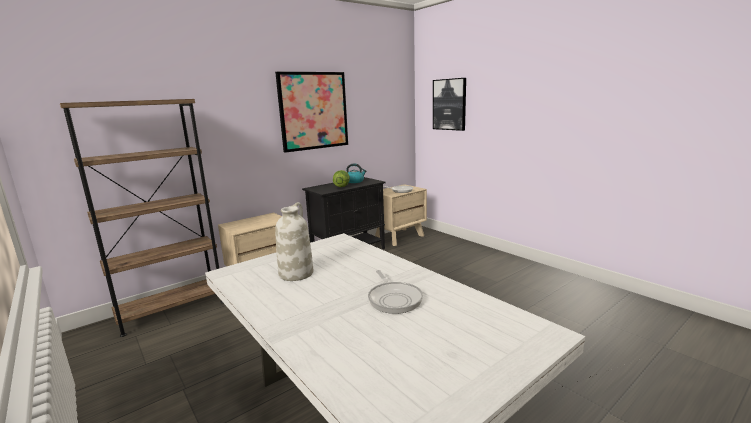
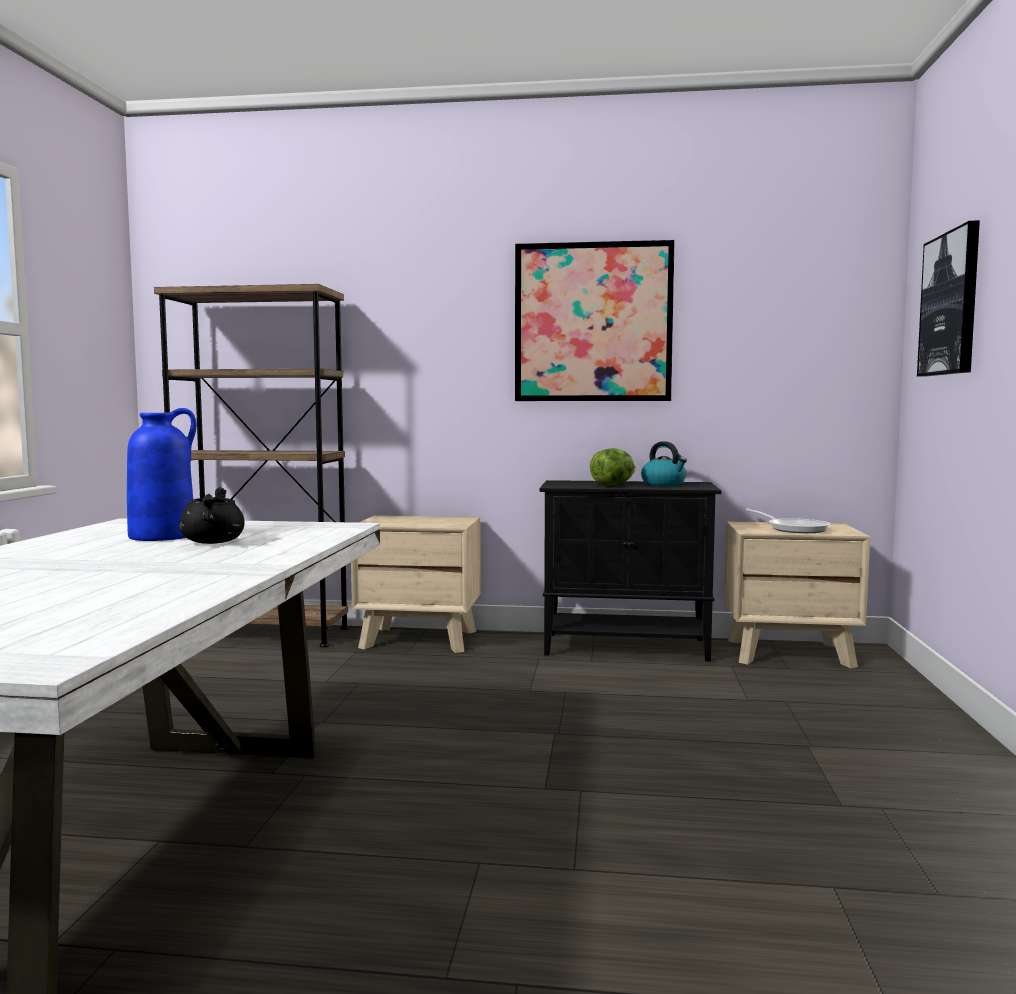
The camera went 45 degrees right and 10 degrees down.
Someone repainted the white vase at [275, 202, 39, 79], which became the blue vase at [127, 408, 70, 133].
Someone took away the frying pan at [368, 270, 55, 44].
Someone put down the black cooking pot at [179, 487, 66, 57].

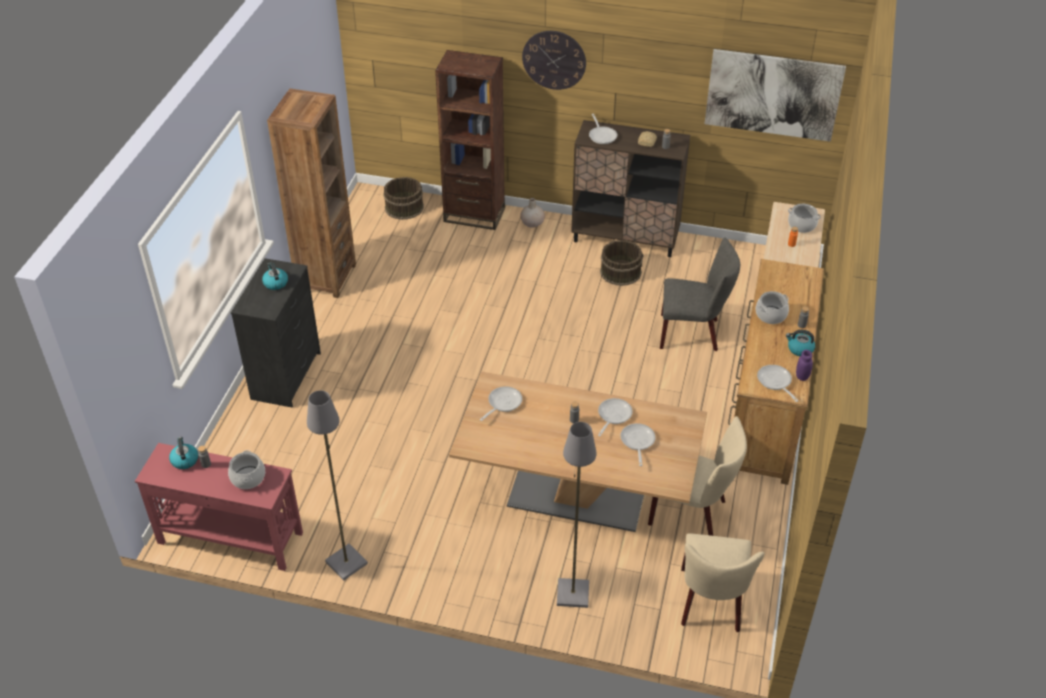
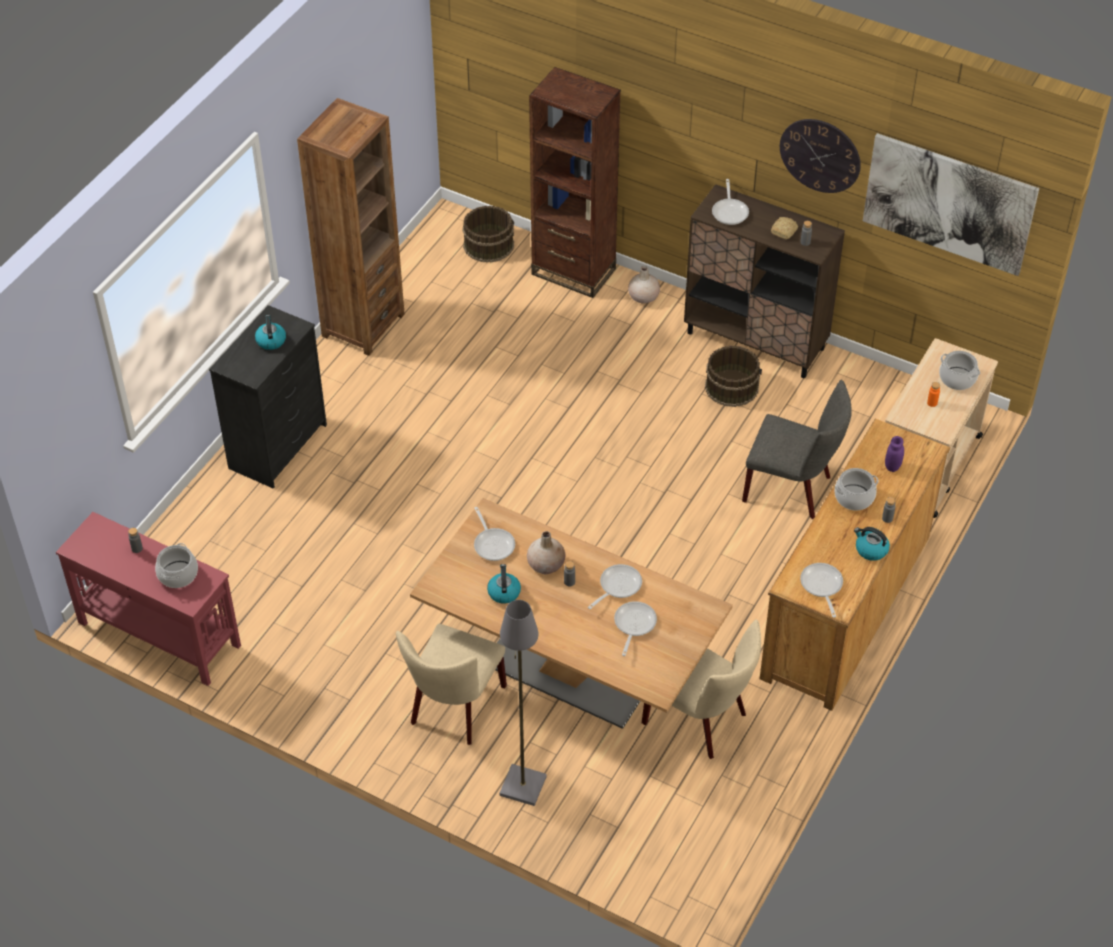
The camera went 15 degrees right and 5 degrees up.
Someone carried the wall clock from [522, 31, 64, 59] to [780, 119, 81, 74].
Someone carried the purple jar from [796, 350, 17, 31] to [885, 436, 19, 36].
Someone rotated the frying pan at [480, 386, 42, 35] by 105 degrees clockwise.
Someone took away the grey floor lamp at [307, 390, 61, 190].
Someone carried the kettle from [169, 437, 29, 32] to [487, 564, 34, 40].
Someone carried the beige chair from [681, 533, 84, 99] to [396, 624, 111, 121].
Someone put down the beige vase at [527, 531, 38, 44].

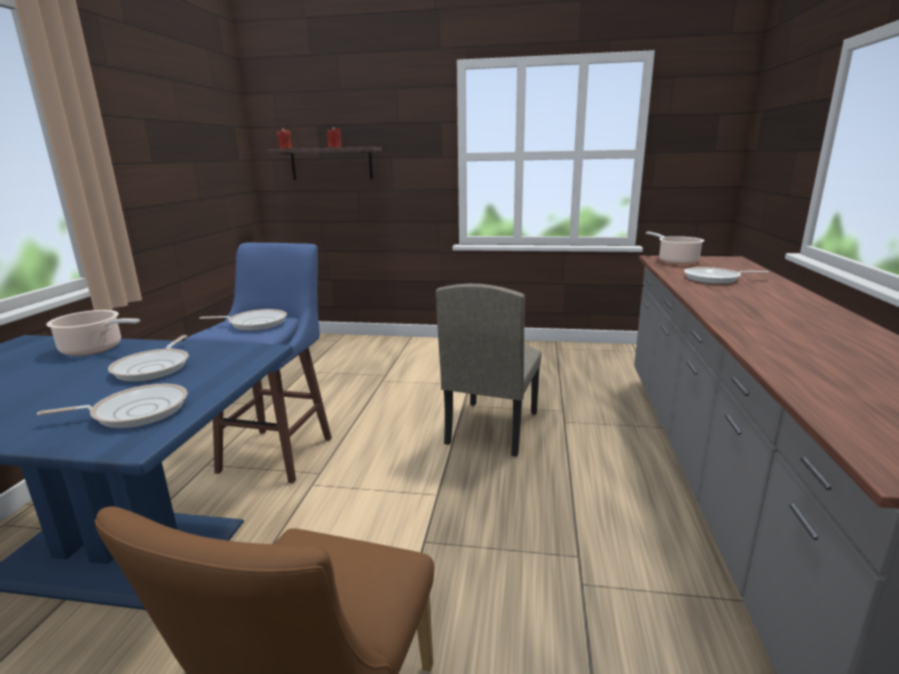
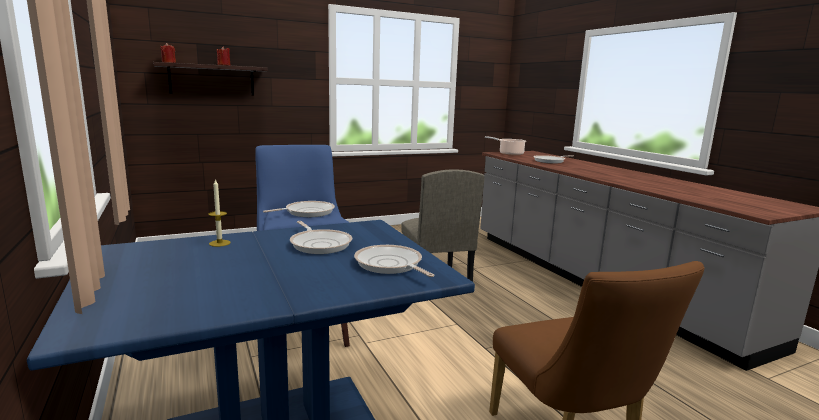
The camera went 35 degrees left and 5 degrees down.
Someone swapped the cooking pot at [46, 310, 94, 46] for the candle at [209, 179, 22, 68].
Someone rotated the frying pan at [37, 384, 151, 44] by 75 degrees counterclockwise.

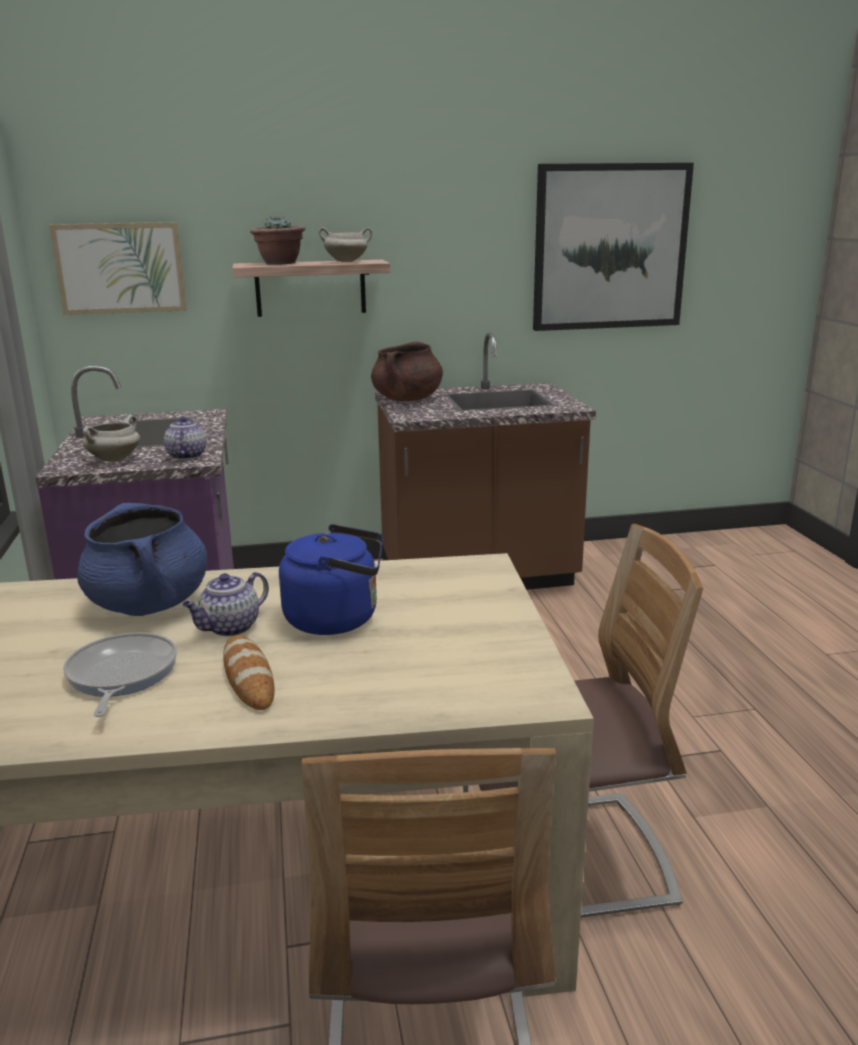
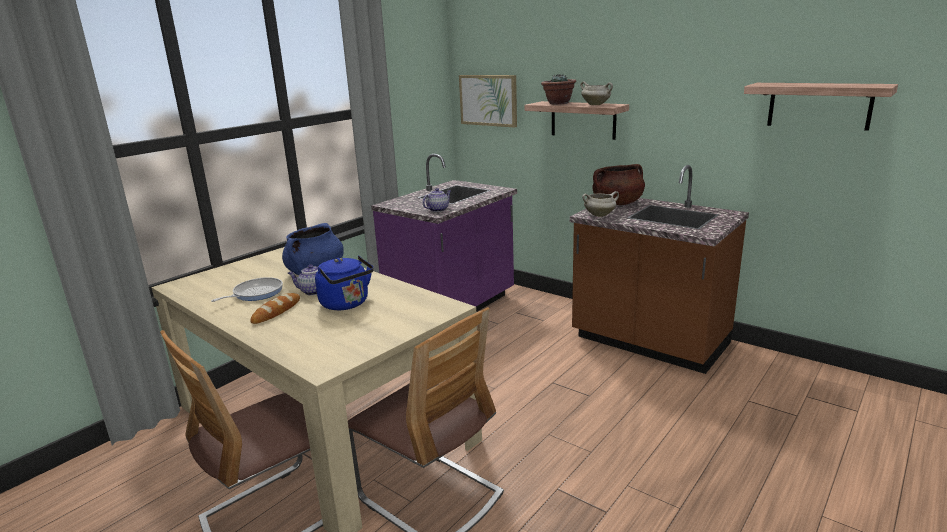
The camera went 50 degrees right and 0 degrees up.
Someone swapped the picture at [533, 163, 161, 168] for the shelf at [744, 83, 154, 48].
Someone carried the white cooking pot from [83, 415, 57, 47] to [582, 191, 37, 26].

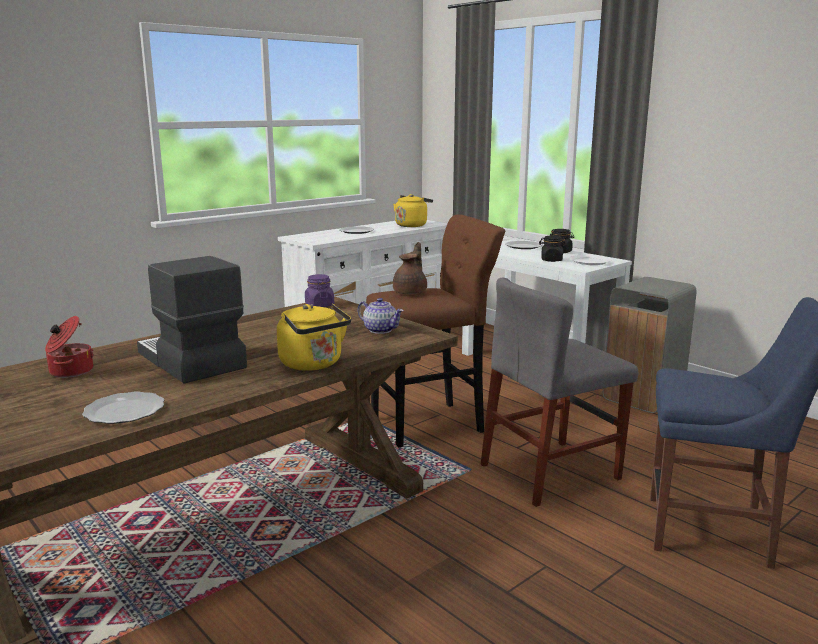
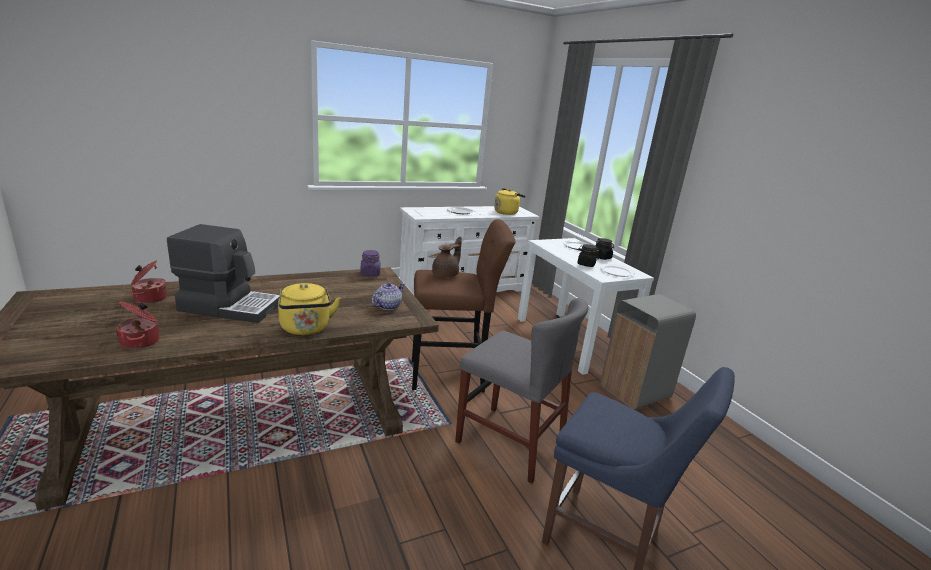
The camera went 15 degrees right and 5 degrees up.
Someone rotated the coffee machine at [137, 256, 110, 128] by 120 degrees clockwise.
Someone rotated the grey chair at [481, 278, 157, 229] by 135 degrees counterclockwise.
Someone rotated the teapot at [357, 298, 47, 36] by 105 degrees counterclockwise.
Someone swapped the plate at [82, 392, 82, 32] for the cooking pot at [115, 301, 44, 48].

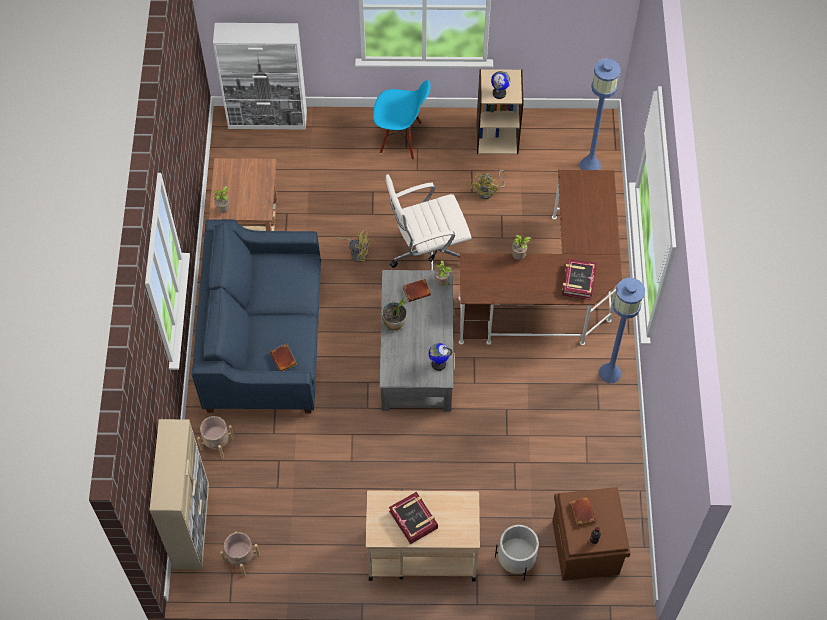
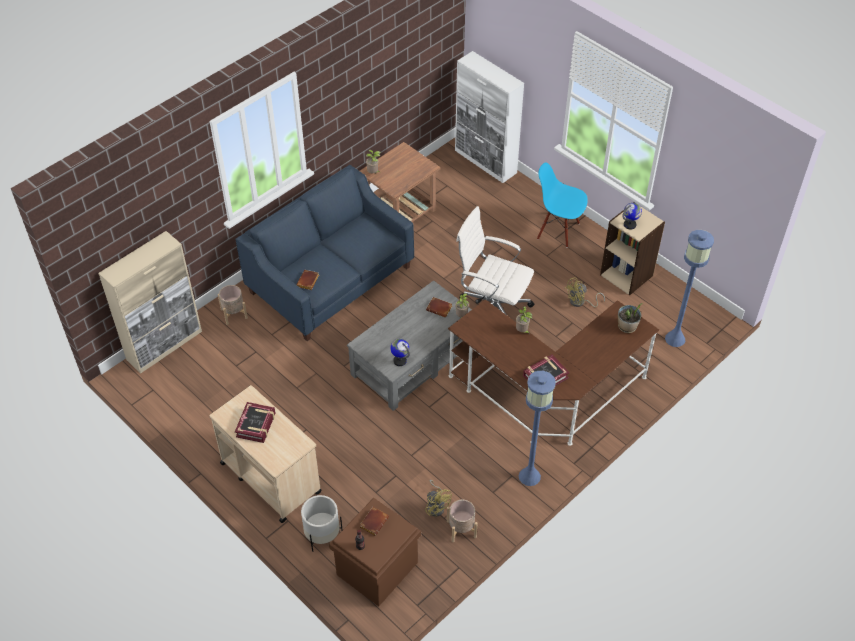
The camera went 45 degrees right and 10 degrees down.
Someone rotated the blue chair at [373, 80, 57, 80] by 150 degrees clockwise.
Someone carried the yellow fan from [335, 230, 34, 32] to [425, 480, 27, 37].
Someone carried the potted plant from [381, 298, 26, 33] to [618, 303, 25, 30].
Someone carried the beige planter from [220, 531, 40, 45] to [447, 499, 31, 43].

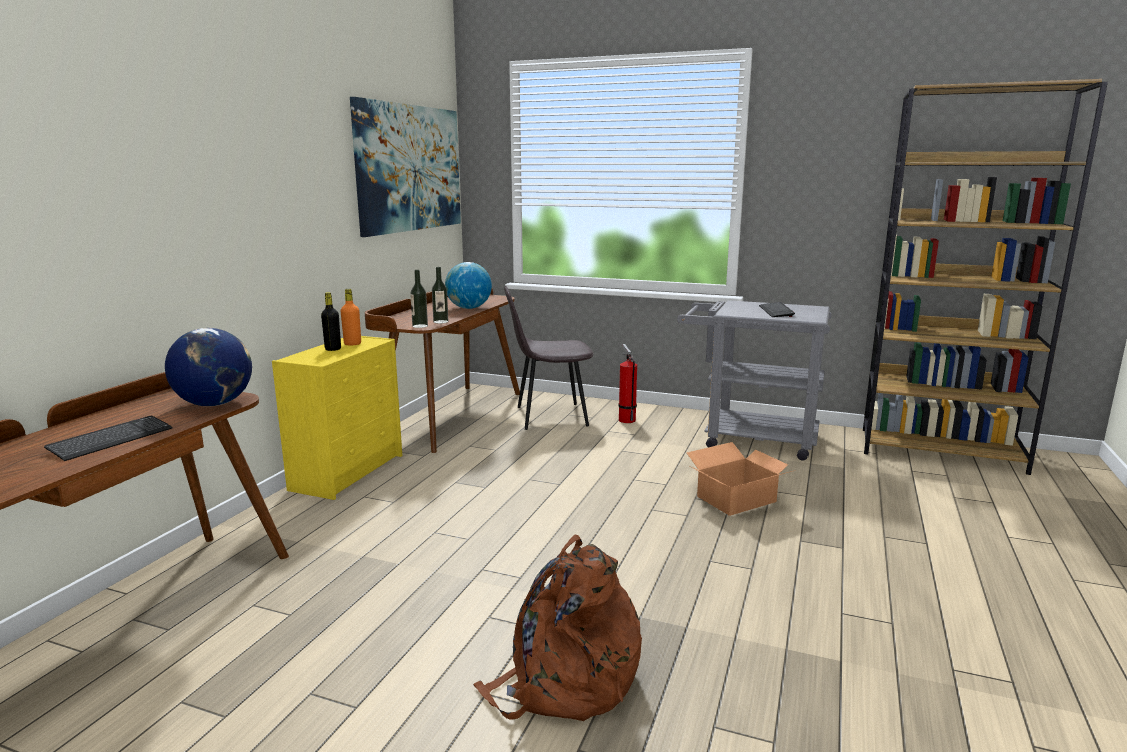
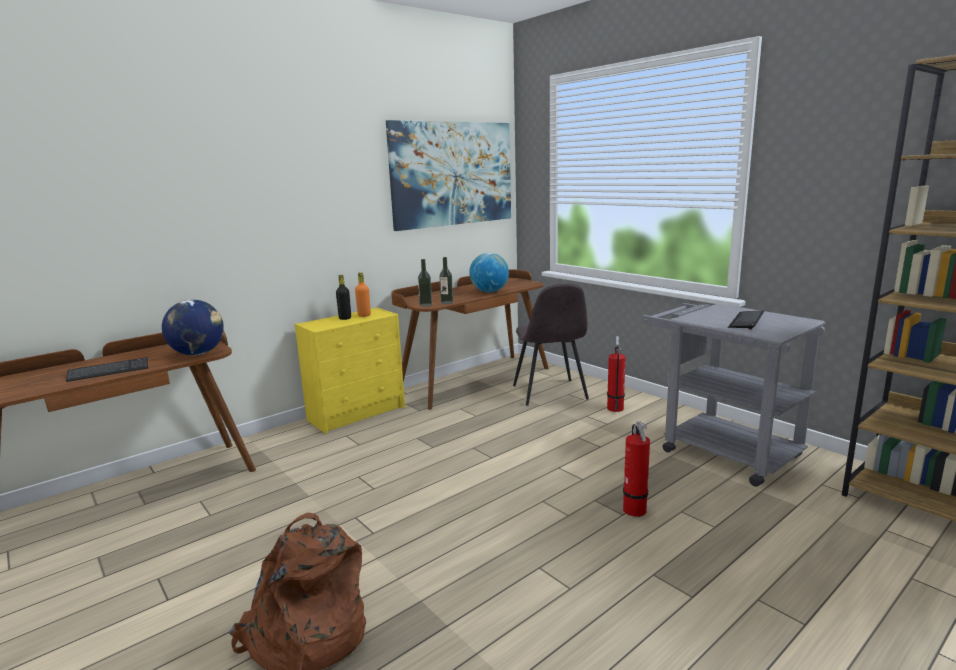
The camera went 30 degrees right and 0 degrees up.
Someone rotated the grey chair at [504, 286, 89, 144] by 120 degrees counterclockwise.
Someone swapped the cardboard box at [687, 442, 105, 74] for the fire extinguisher at [623, 421, 27, 96].

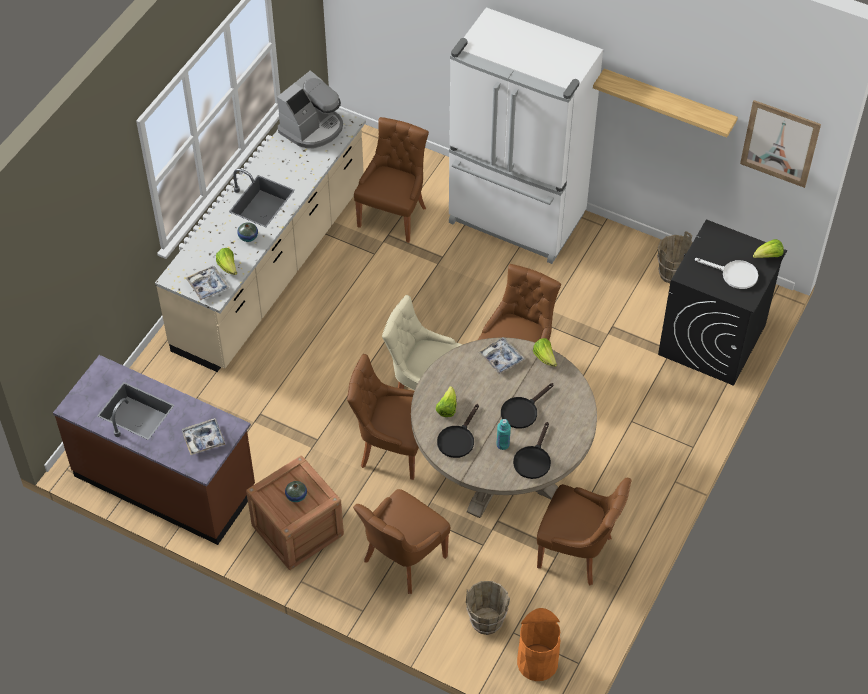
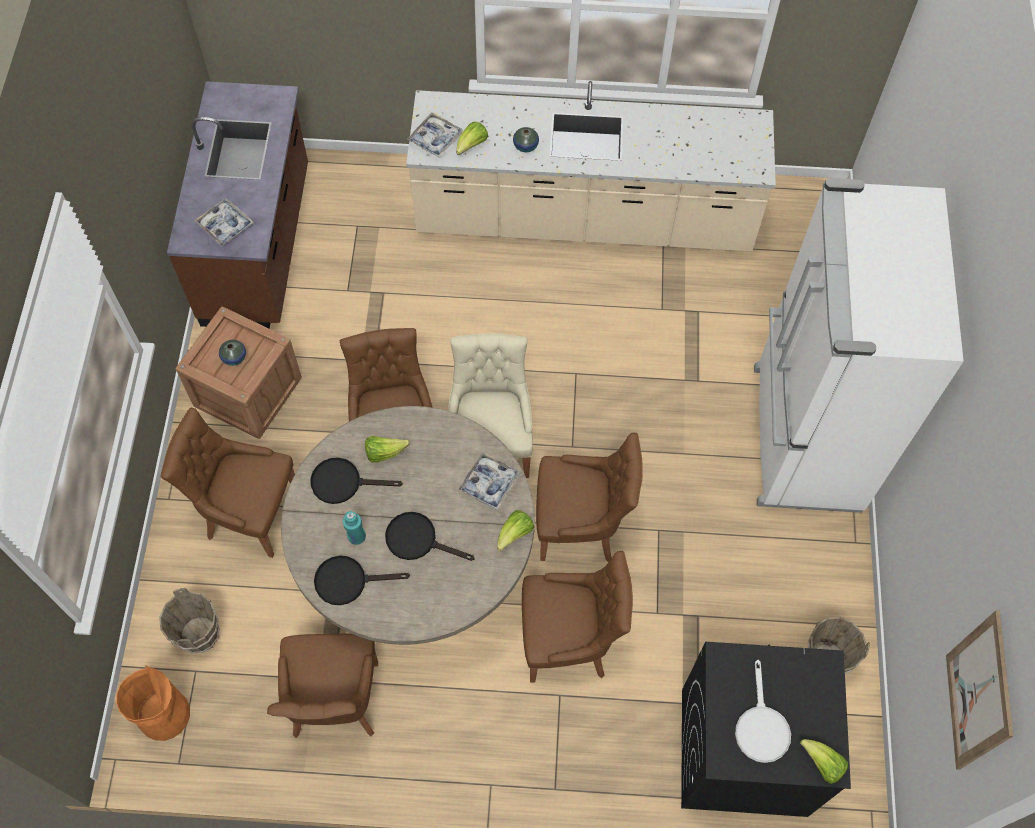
The camera went 65 degrees right and 10 degrees up.
Someone took away the shelf at [593, 69, 145, 68].
Someone took away the coffee machine at [277, 70, 66, 78].
Someone carried the brown chair from [354, 117, 75, 126] to [522, 551, 111, 132].

